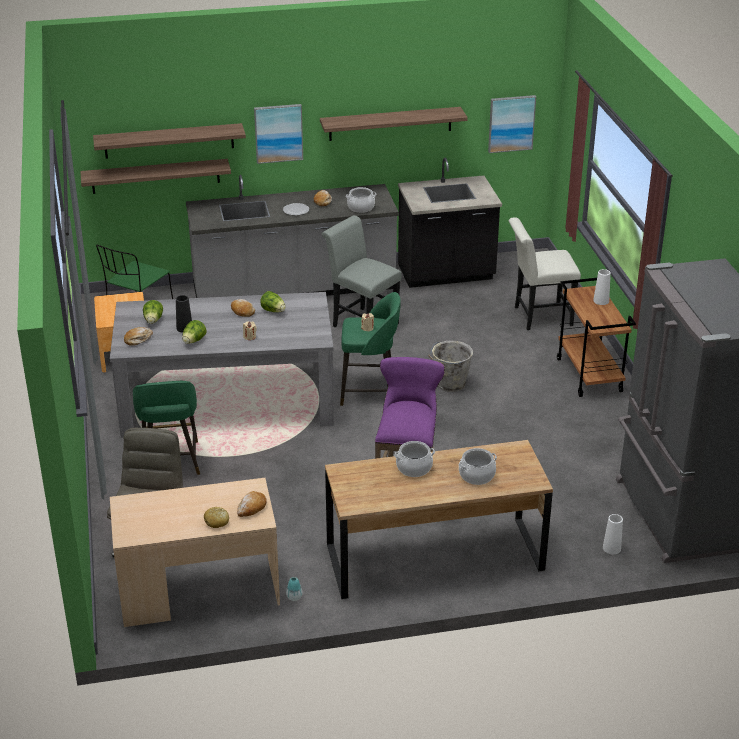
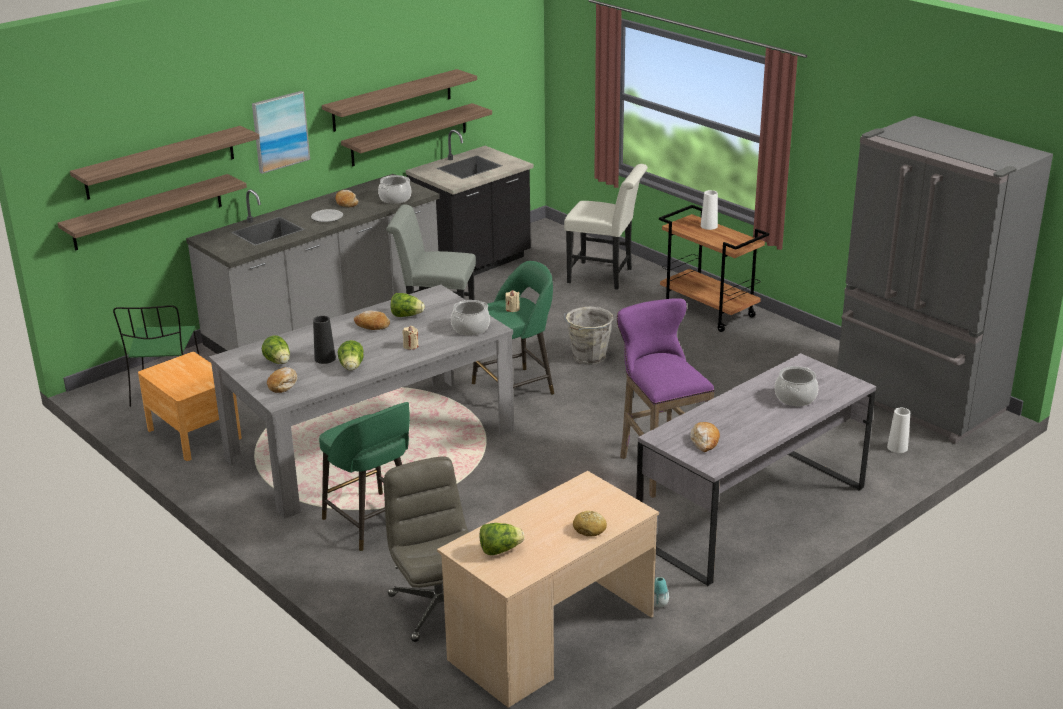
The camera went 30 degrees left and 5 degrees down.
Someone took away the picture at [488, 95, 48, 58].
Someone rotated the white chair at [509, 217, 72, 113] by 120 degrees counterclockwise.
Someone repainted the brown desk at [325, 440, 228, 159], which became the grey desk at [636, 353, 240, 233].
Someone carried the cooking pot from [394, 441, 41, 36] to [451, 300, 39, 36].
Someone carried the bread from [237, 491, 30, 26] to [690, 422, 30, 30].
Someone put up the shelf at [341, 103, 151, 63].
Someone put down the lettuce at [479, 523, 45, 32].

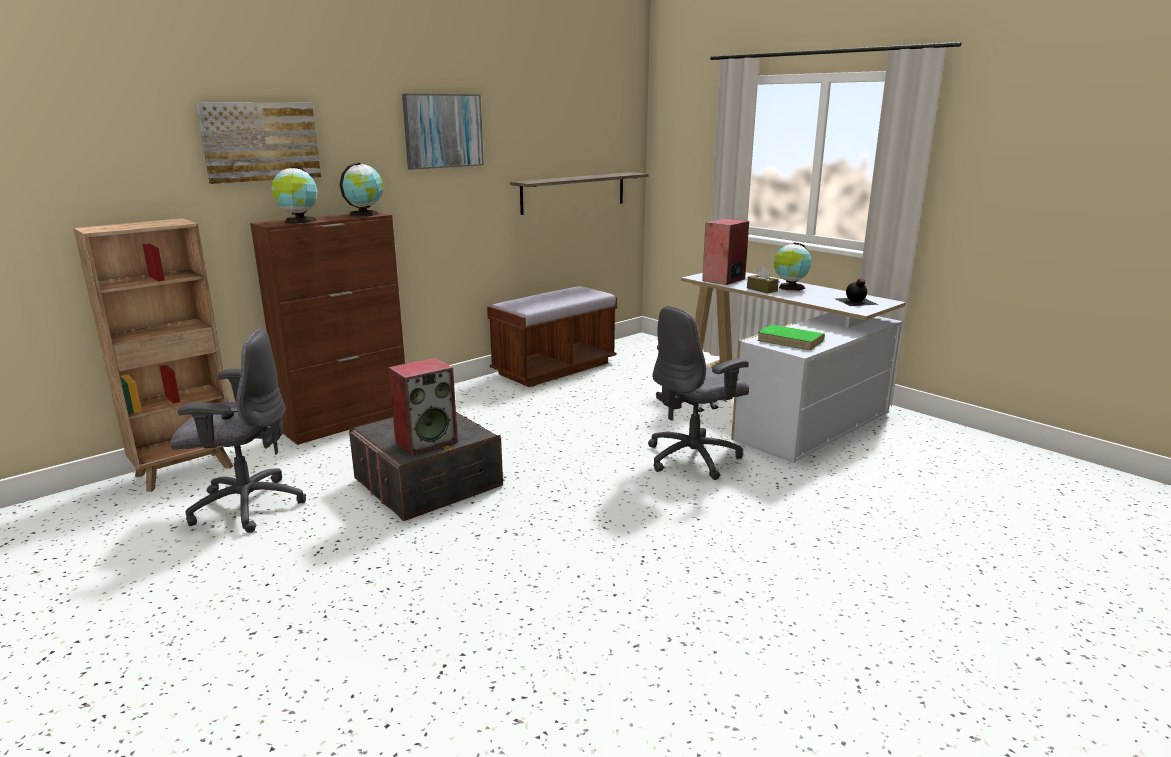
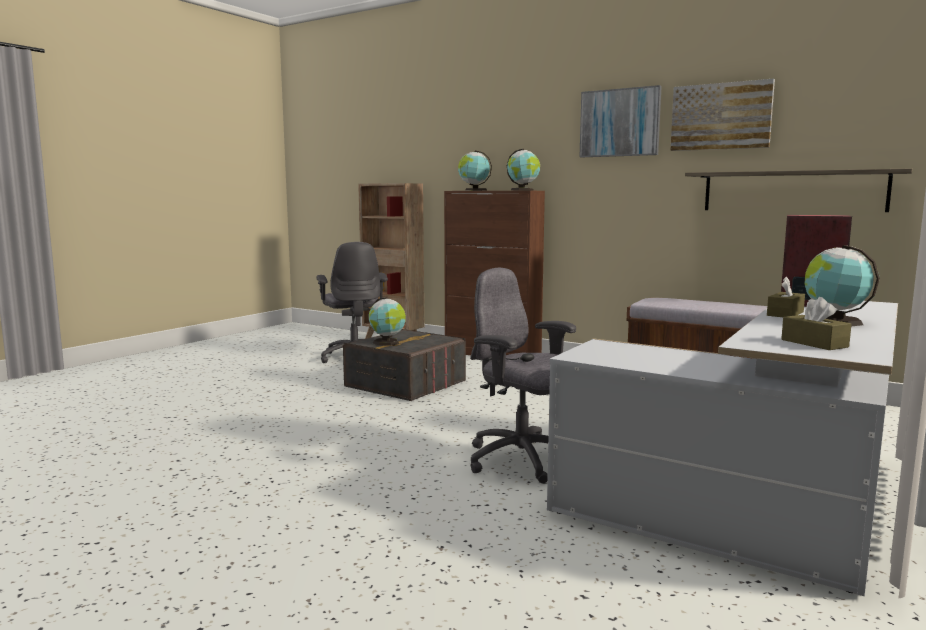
The camera went 75 degrees right and 10 degrees down.
Someone carried the picture from [196, 102, 125, 82] to [670, 79, 105, 72].
Someone swapped the black bottle at [836, 278, 43, 28] for the brown tissue box at [781, 297, 70, 53].
Someone took away the green book at [757, 325, 68, 25].
Someone swapped the speaker at [388, 358, 70, 97] for the globe at [369, 297, 37, 48].

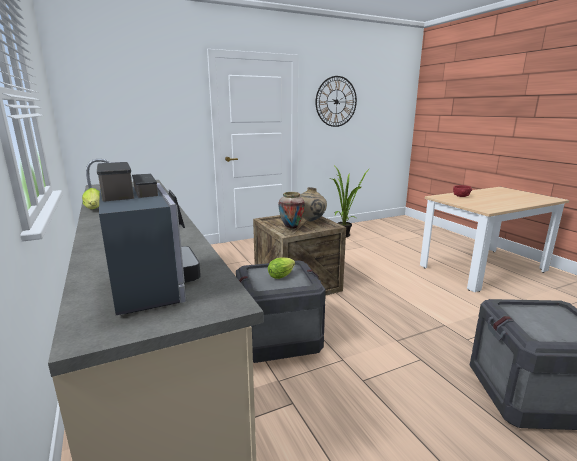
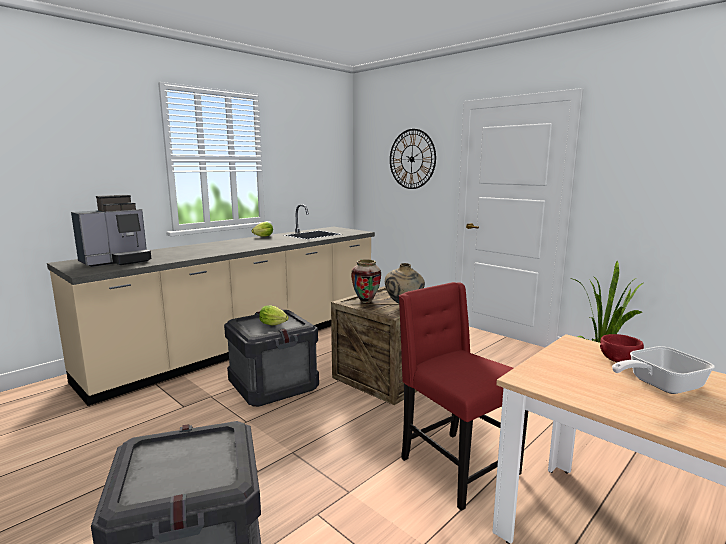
The camera went 70 degrees right and 5 degrees down.
Someone carried the wall clock from [316, 76, 41, 51] to [390, 129, 46, 60].
Someone put down the red chair at [399, 282, 129, 229].
Someone put down the frying pan at [612, 346, 103, 48].

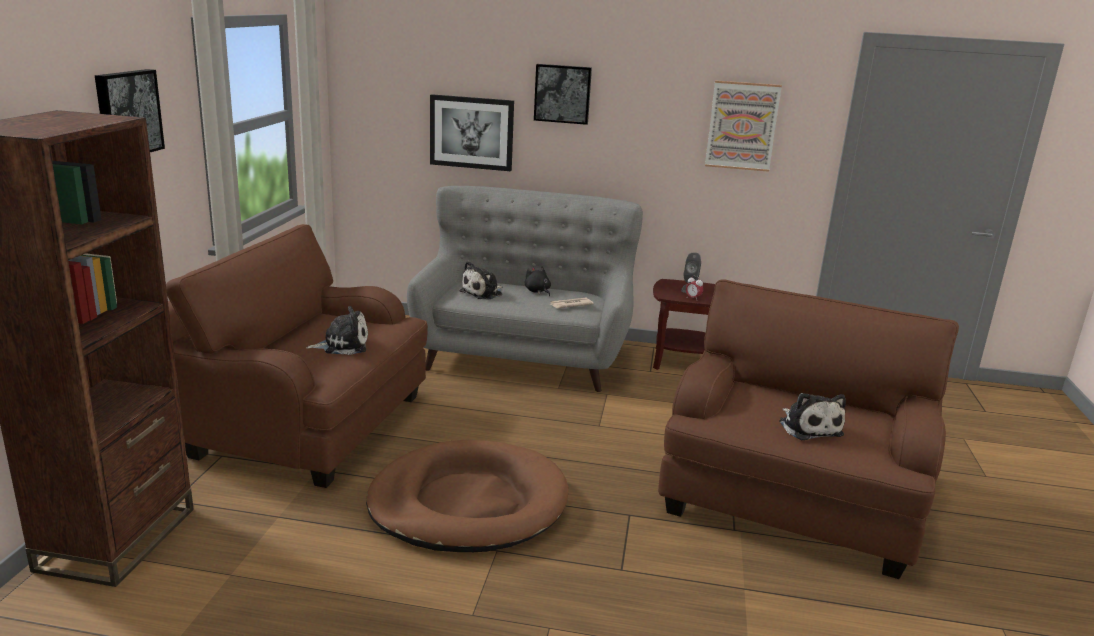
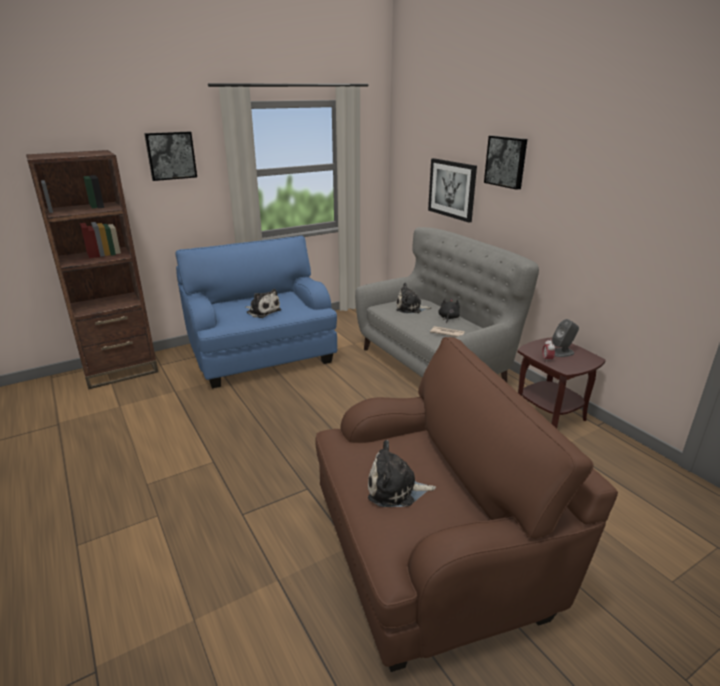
The camera went 50 degrees right and 5 degrees up.
Someone took away the picture at [705, 80, 77, 92].
Someone repainted the brown armchair at [166, 224, 262, 264], which became the blue armchair at [175, 236, 162, 152].
Someone rotated the plush toy at [779, 393, 67, 47] by 60 degrees clockwise.
Someone took away the brown dog bed at [366, 440, 202, 112].

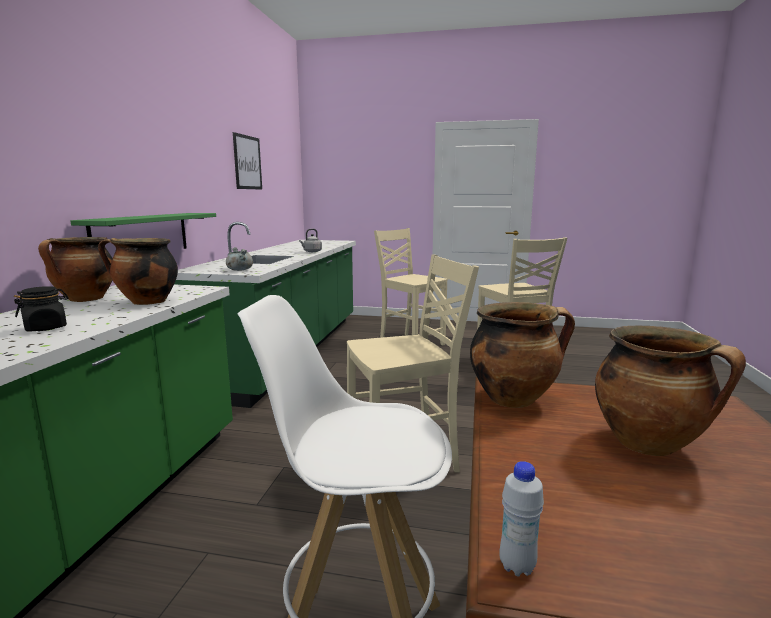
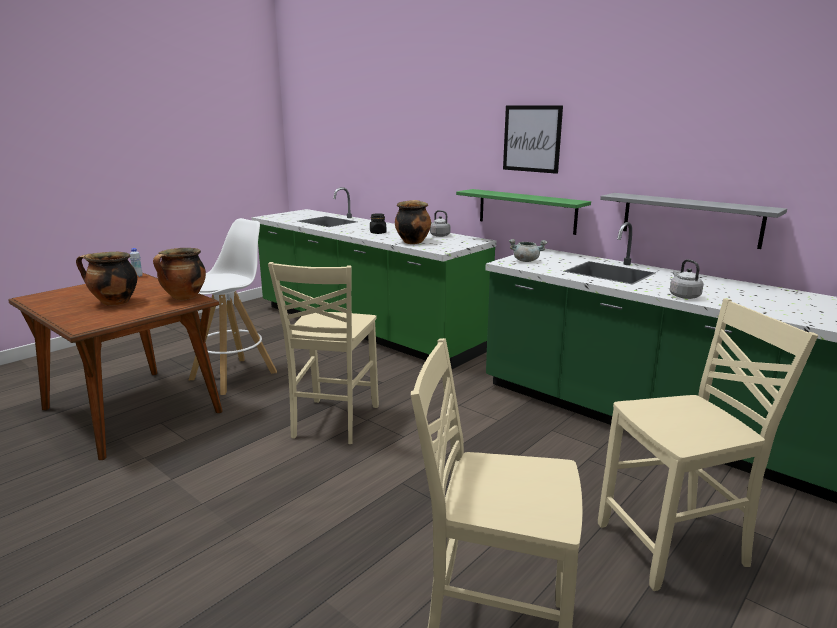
The camera went 120 degrees right and 5 degrees up.
Someone carried the picture from [233, 132, 29, 58] to [503, 105, 60, 69].
Someone swapped the cooking pot at [38, 237, 75, 65] for the grey kettle at [430, 210, 20, 27].
Someone put up the grey shelf at [600, 193, 187, 56].

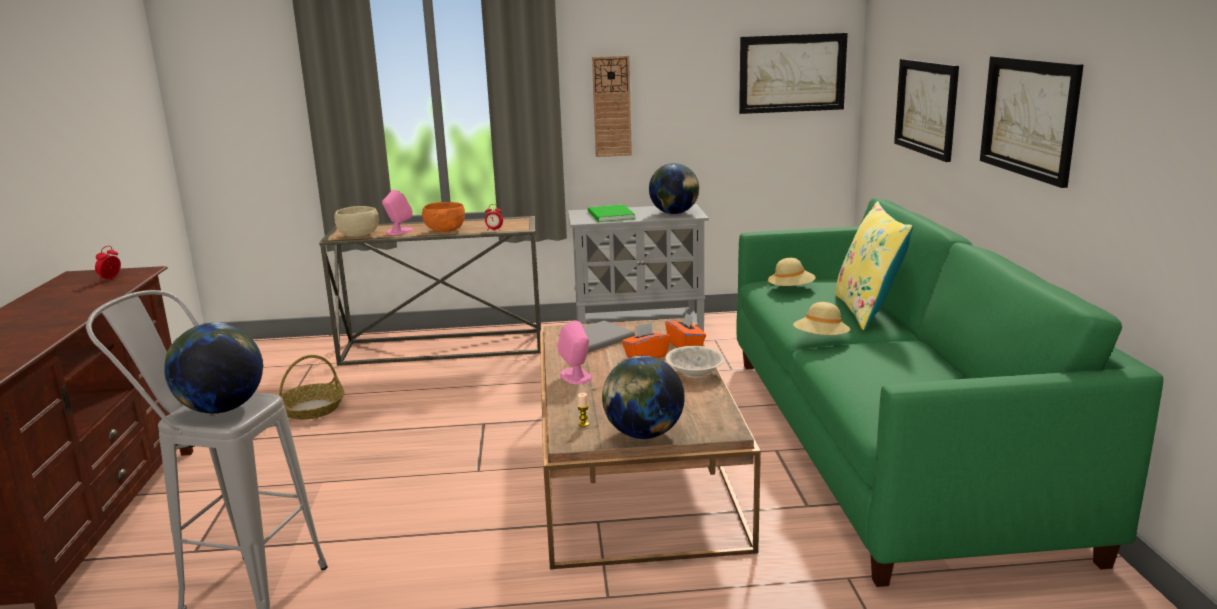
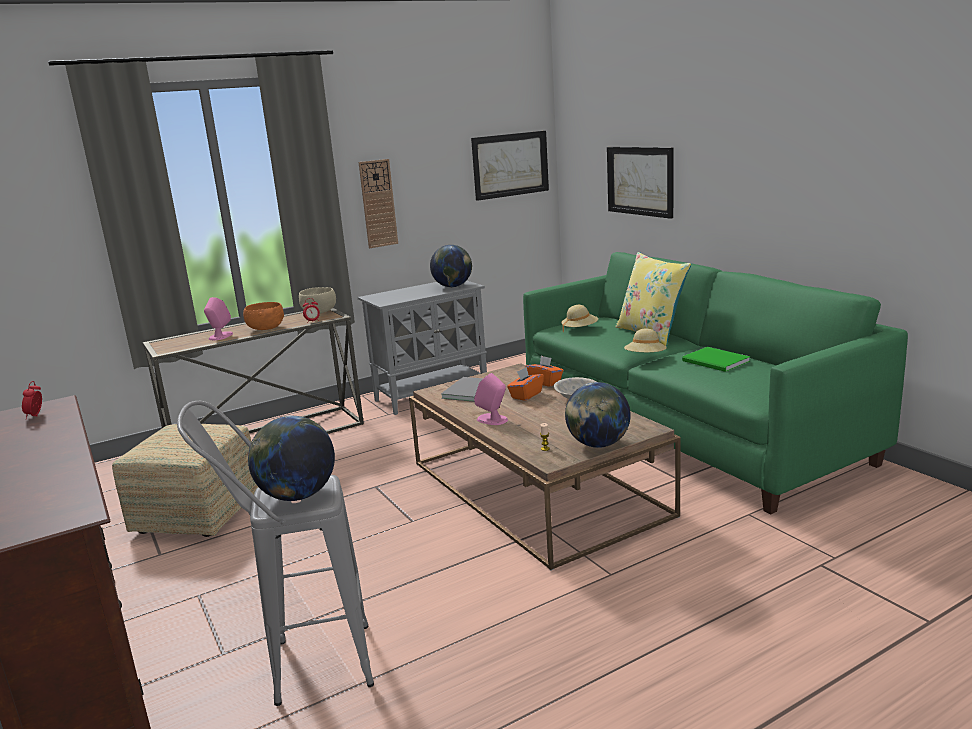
The camera went 25 degrees left and 0 degrees up.
Someone took away the picture at [980, 56, 104, 132].
Someone carried the green book from [588, 204, 47, 18] to [682, 347, 68, 25].
Someone carried the beige bowl from [335, 206, 44, 31] to [299, 287, 37, 26].
Someone swapped the basket at [279, 355, 65, 65] for the ottoman at [112, 424, 146, 113].

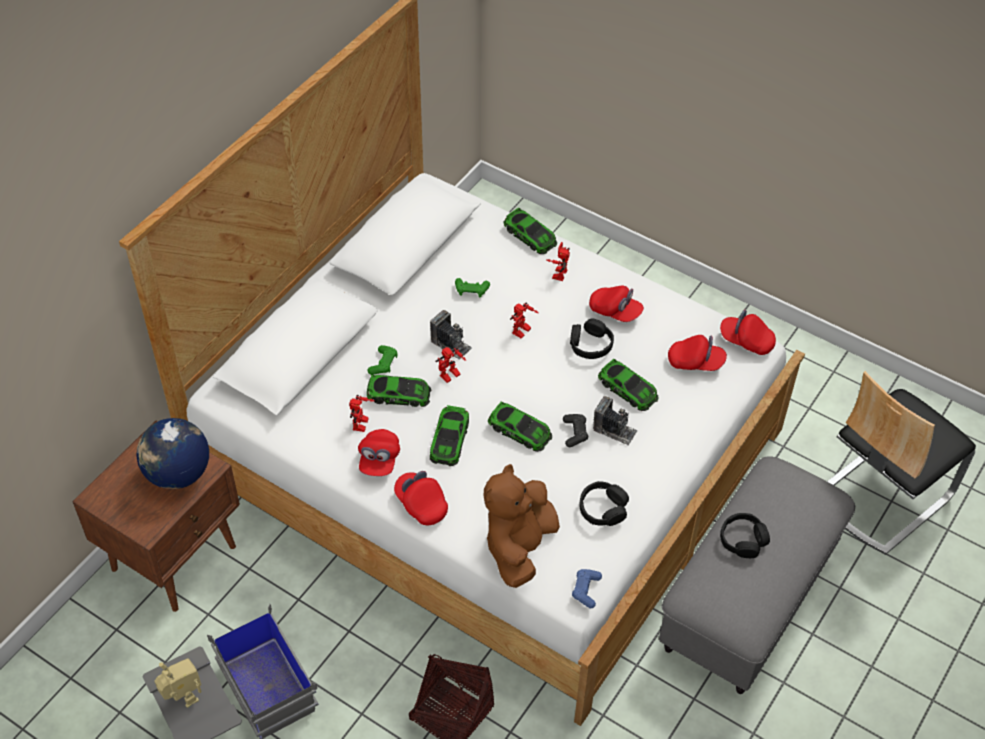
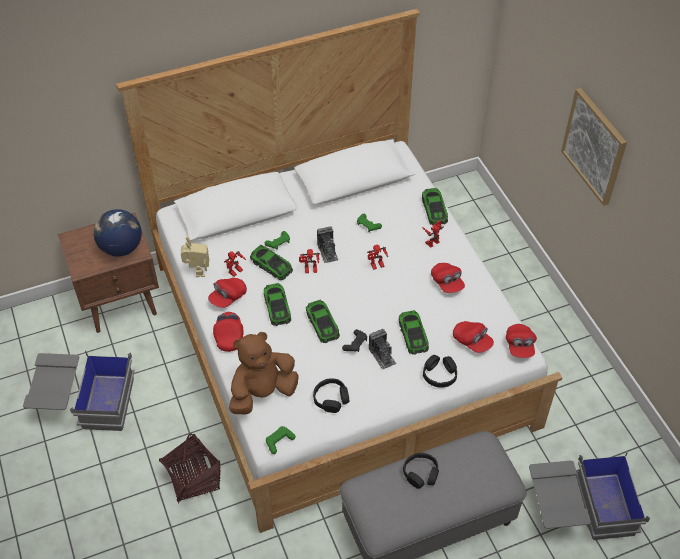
The camera went 35 degrees right and 0 degrees up.
Someone rotated the red cap at [720, 310, 56, 45] by 150 degrees counterclockwise.
Someone carried the black headphones from [570, 318, 44, 41] to [423, 355, 34, 33].
Someone swapped the chair at [827, 371, 149, 184] for the grey storage box at [529, 451, 121, 89].
Someone rotated the toy car at [430, 405, 39, 61] by 60 degrees counterclockwise.
Someone repainted the blue game controller at [572, 569, 30, 39], which became the green game controller at [266, 426, 29, 28].
Someone carried the toy robot from [155, 658, 46, 50] to [181, 236, 28, 41].
Someone put up the picture at [561, 88, 66, 118].

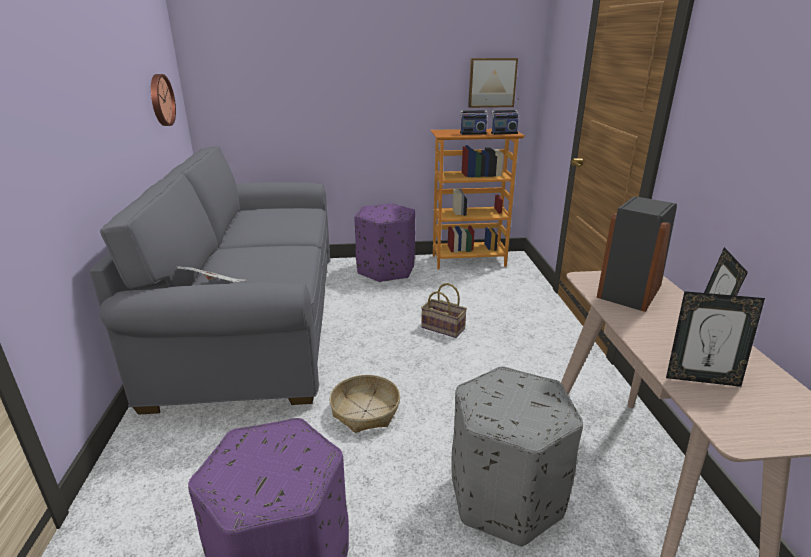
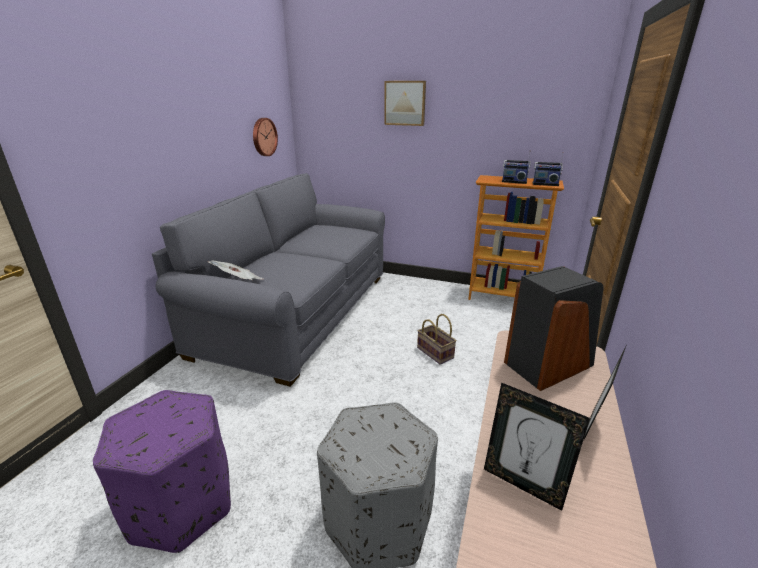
The camera went 25 degrees right and 0 degrees up.
Someone carried the picture from [468, 58, 50, 50] to [384, 81, 42, 45].
Someone took away the purple ottoman at [354, 203, 61, 79].
Someone took away the basket at [329, 375, 71, 58].

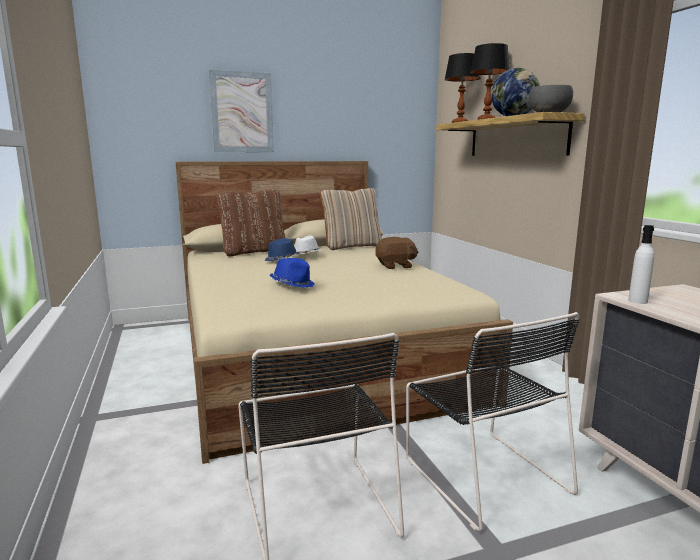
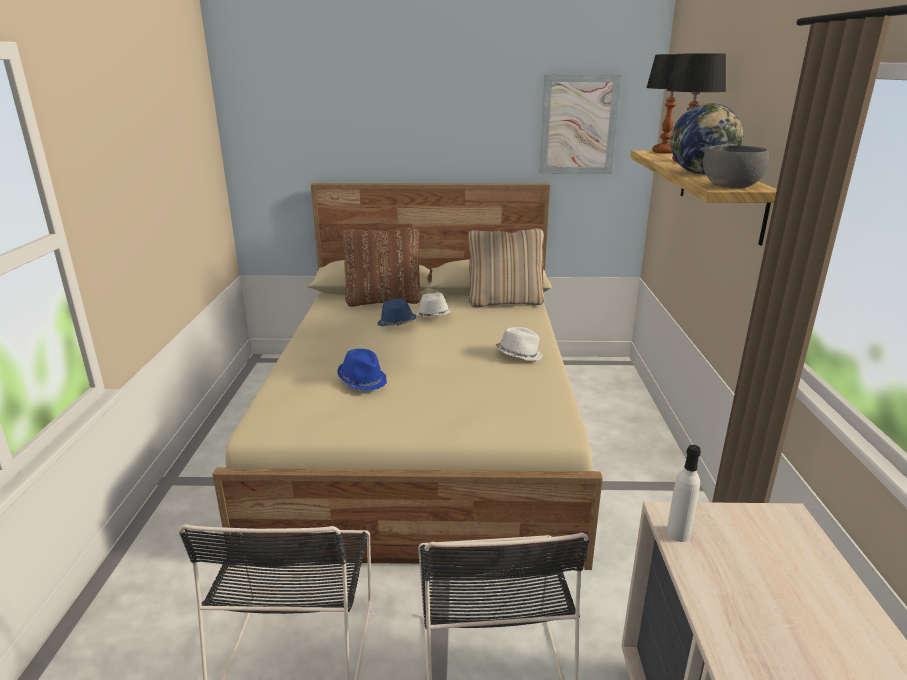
The camera went 20 degrees right and 10 degrees up.
Someone carried the picture from [209, 70, 65, 82] to [539, 74, 83, 100].
Someone swapped the brown plush toy at [375, 237, 44, 32] for the white hat at [496, 327, 47, 34].

